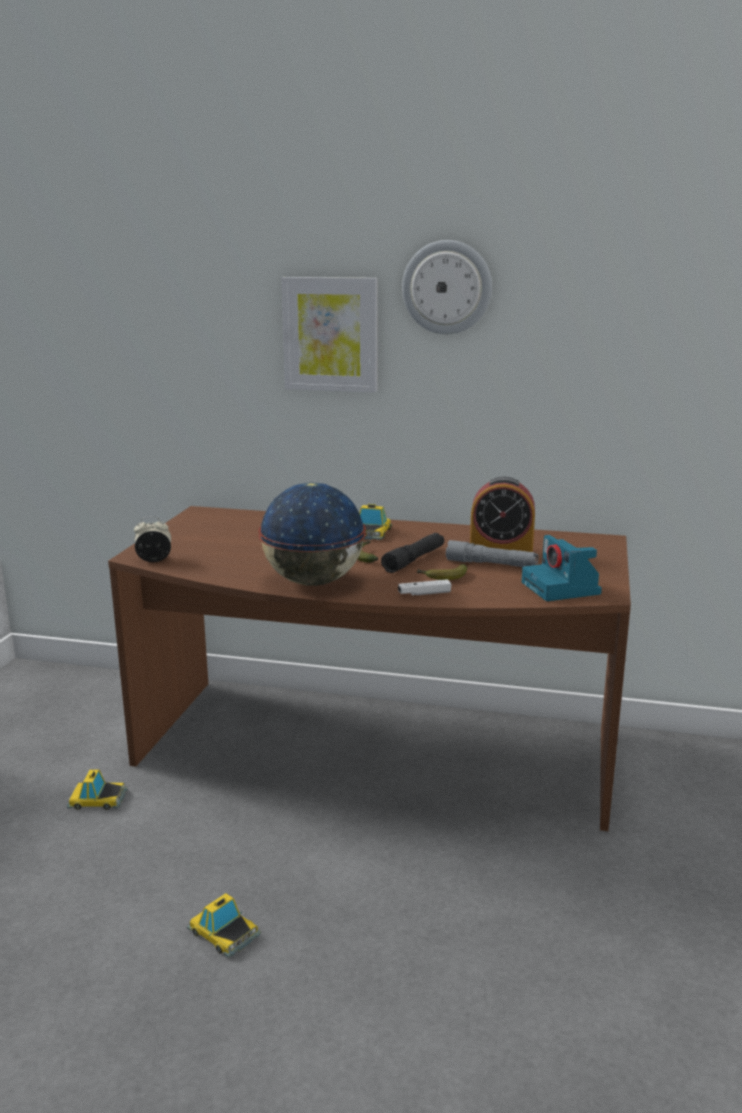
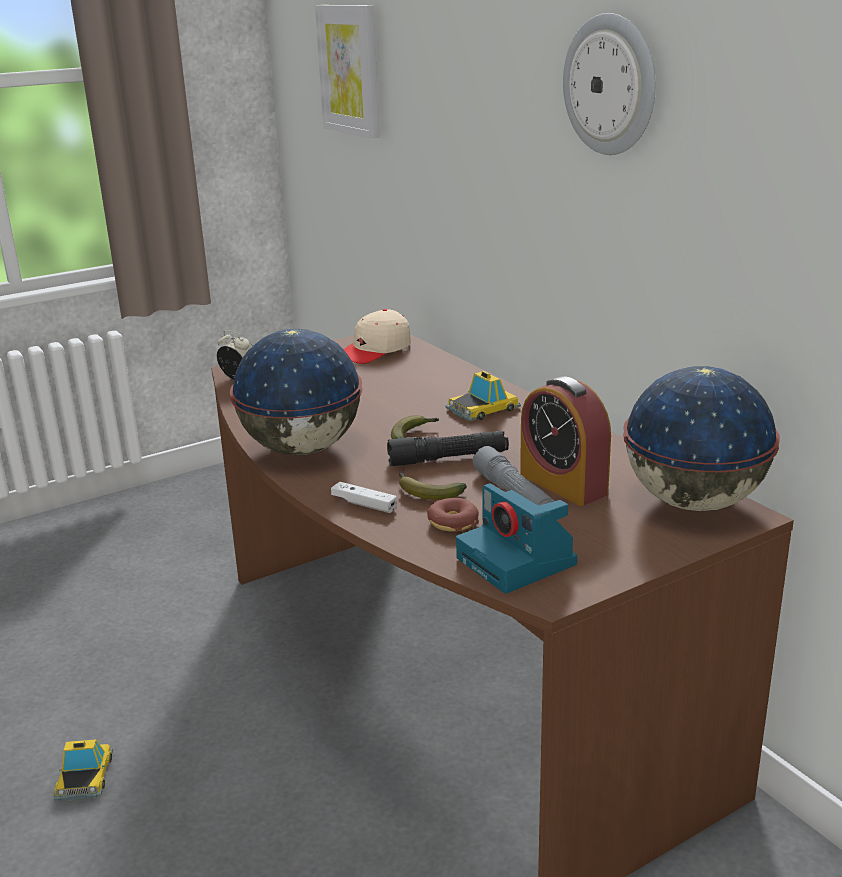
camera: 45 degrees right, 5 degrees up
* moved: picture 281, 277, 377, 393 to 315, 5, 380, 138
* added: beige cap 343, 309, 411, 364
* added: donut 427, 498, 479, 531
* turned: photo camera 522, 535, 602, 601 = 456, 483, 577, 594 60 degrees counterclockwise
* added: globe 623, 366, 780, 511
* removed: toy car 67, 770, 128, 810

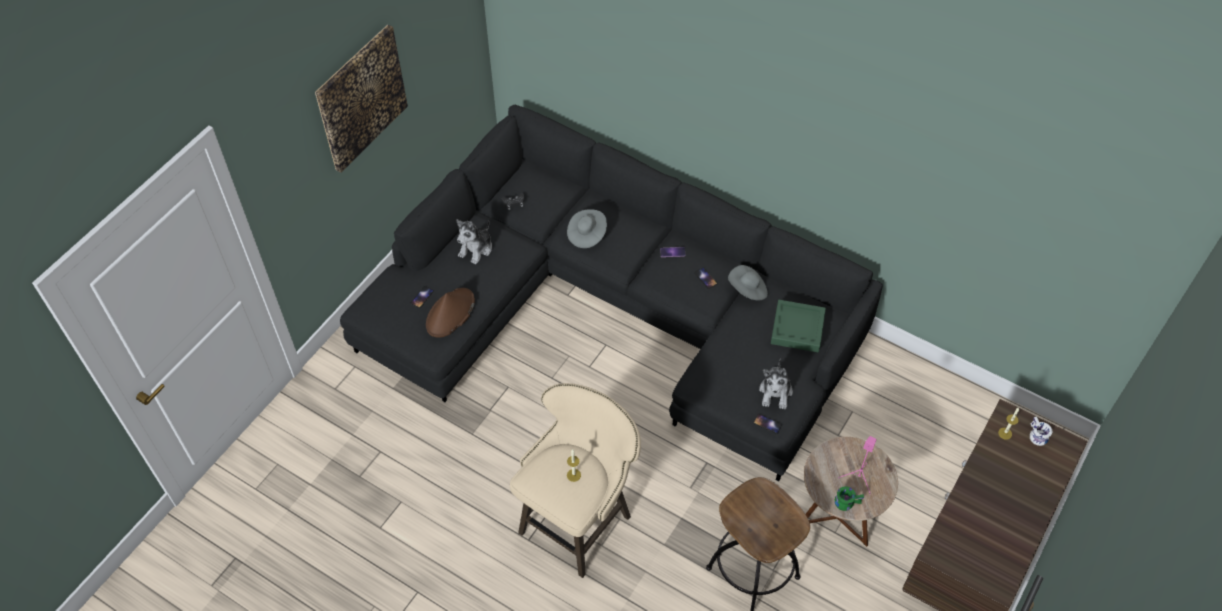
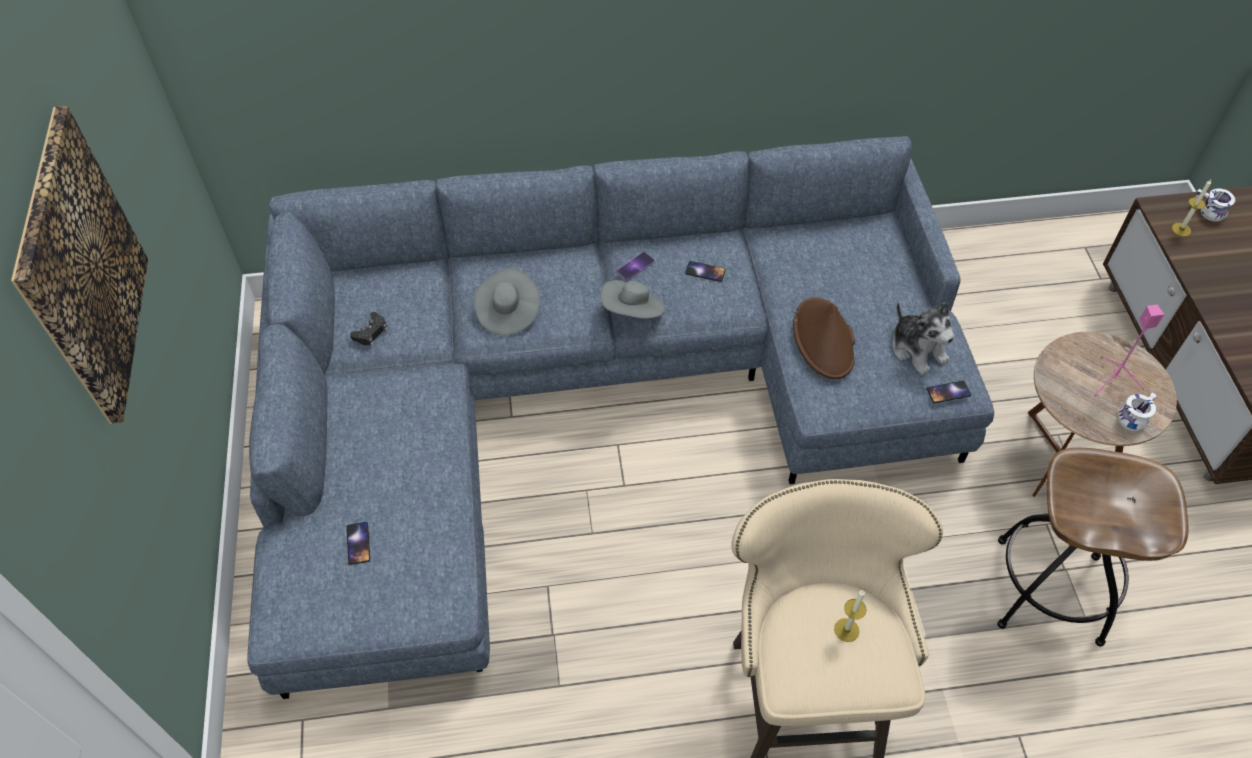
camera: 40 degrees left, 0 degrees up
* recoloured: black sofa 340, 105, 883, 481 to blue sofa 247, 136, 994, 699
* moved: grey hat 728, 265, 768, 300 to 601, 280, 665, 319
* moved: brown hat 426, 288, 475, 337 to 793, 297, 855, 379
* recoloured: green mug 835, 486, 864, 511 to white mug 1118, 393, 1157, 431
* removed: plush toy 456, 220, 492, 264
* removed: green tray 771, 300, 826, 352

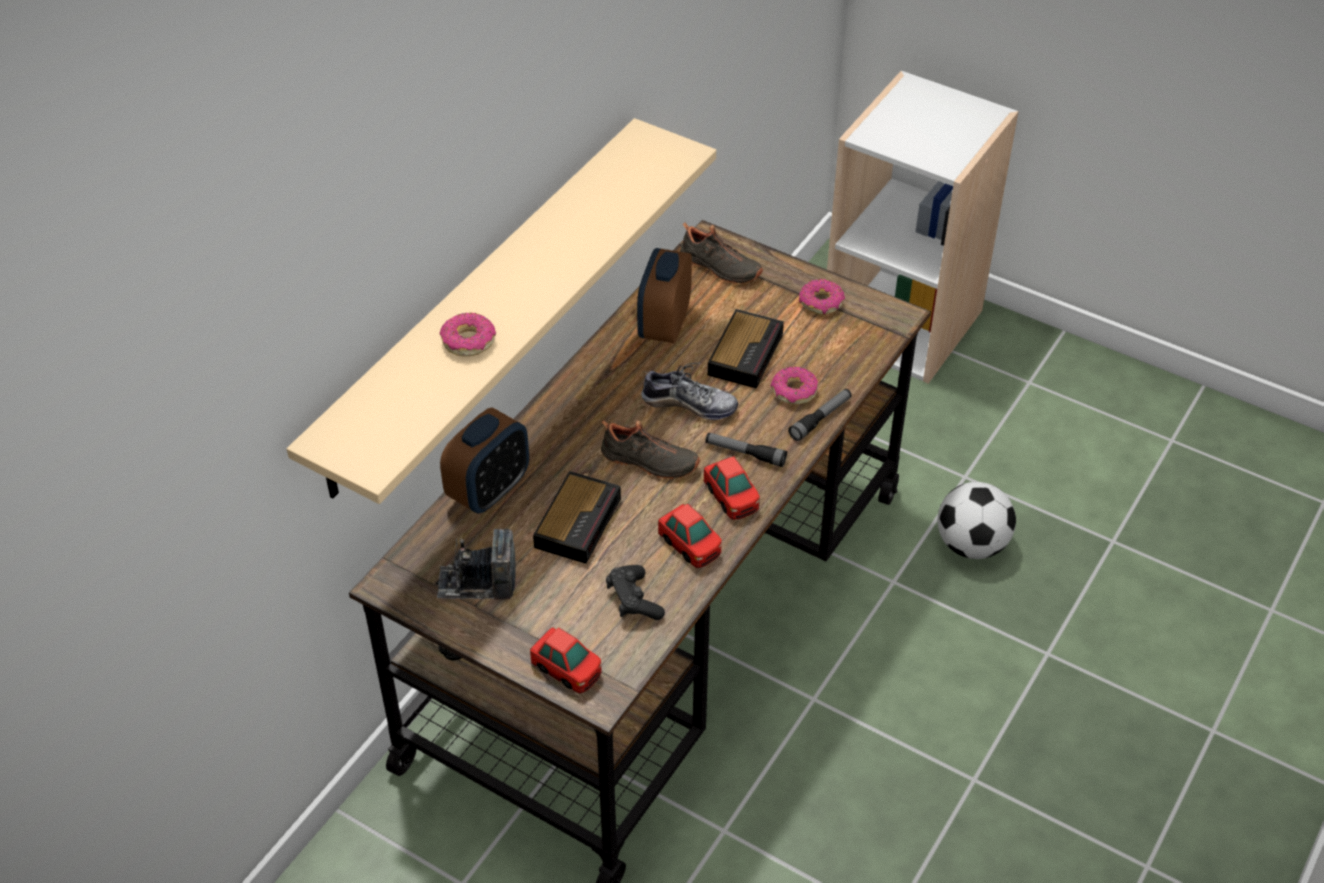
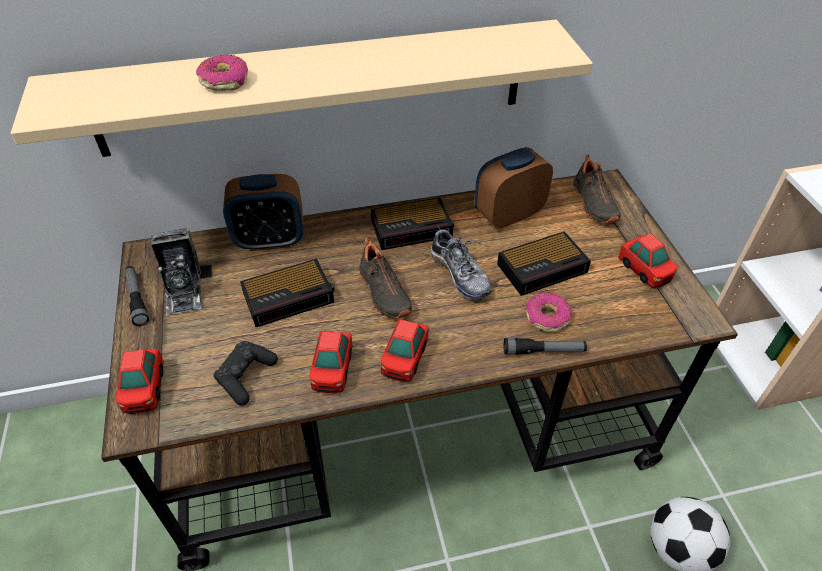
camera: 45 degrees right, 0 degrees up
* moved: flashlight 705, 433, 787, 467 to 125, 266, 149, 326
* turned: photo camera 437, 529, 516, 600 = 151, 228, 202, 315 150 degrees counterclockwise
* added: alarm clock 371, 197, 454, 250
* replaced: donut 799, 279, 845, 314 to toy car 618, 234, 678, 288

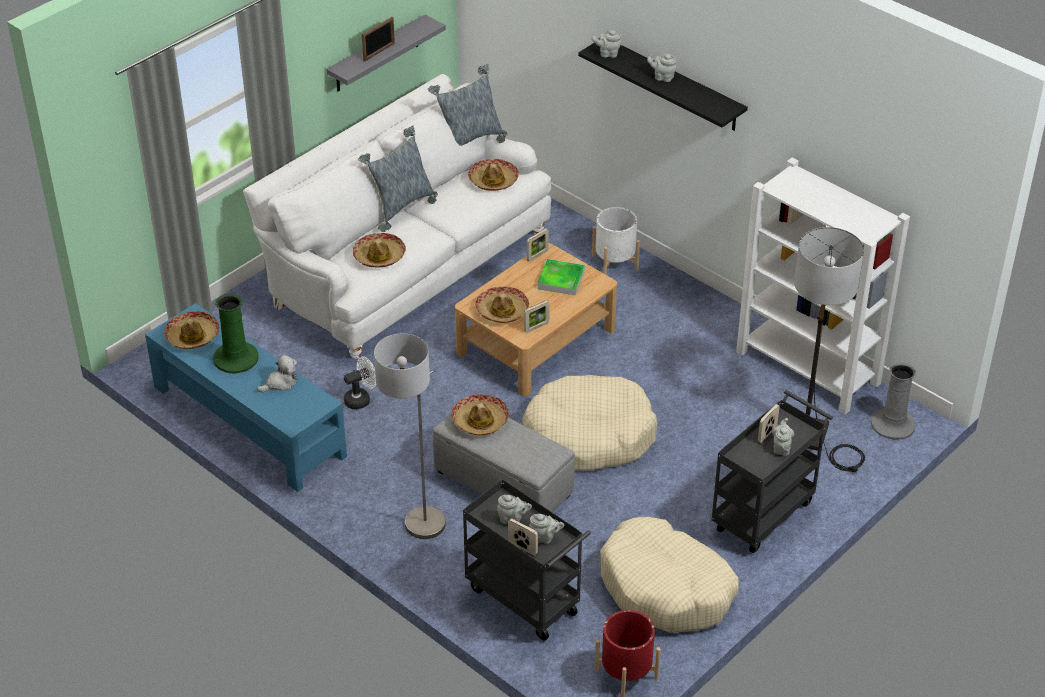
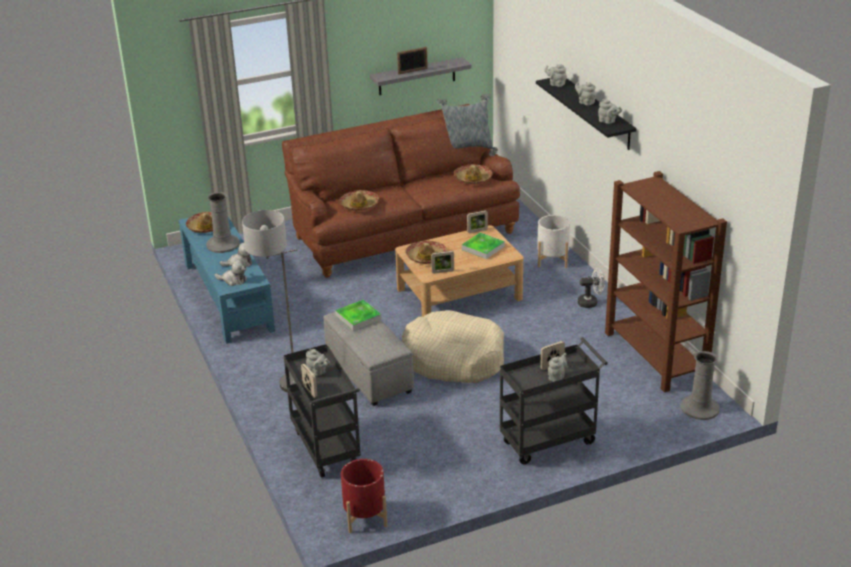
camera: 25 degrees right, 10 degrees down
* recoloured: green vase 213, 294, 259, 374 to grey vase 206, 192, 240, 253
* added: plush toy 215, 260, 247, 286
* recoloured: white sofa 243, 74, 551, 359 to brown sofa 282, 104, 520, 278
* replaced: hat 451, 394, 509, 436 to tray 335, 300, 382, 331
* moved: white fan 344, 357, 376, 409 to 578, 268, 605, 308
* moved: grey teapot 529, 514, 564, 544 to 598, 99, 622, 124
* recoloured: white bookcase 736, 158, 910, 414 to brown bookcase 605, 171, 727, 392
* removed: pillow 358, 125, 438, 232
* removed: beige dog bed 600, 517, 739, 633
* removed: floor lamp 794, 227, 865, 474

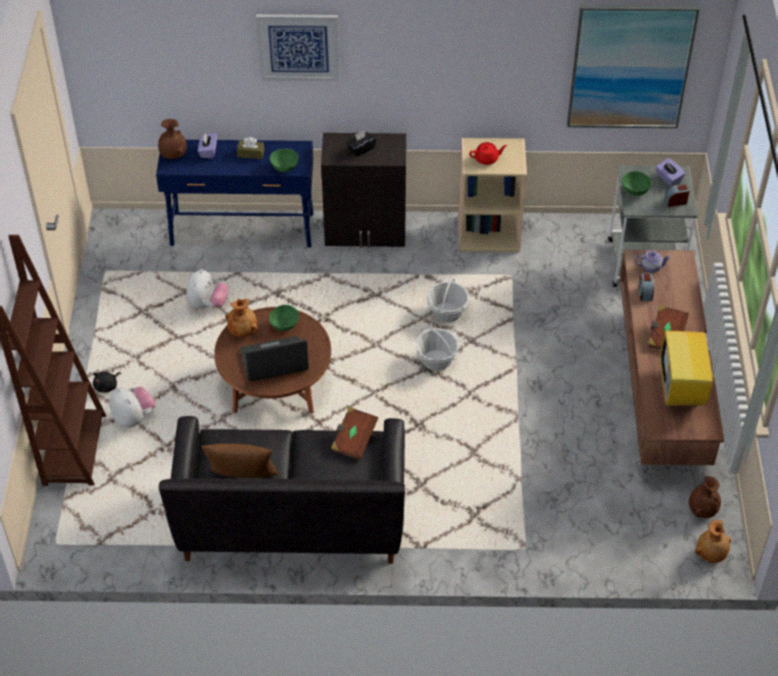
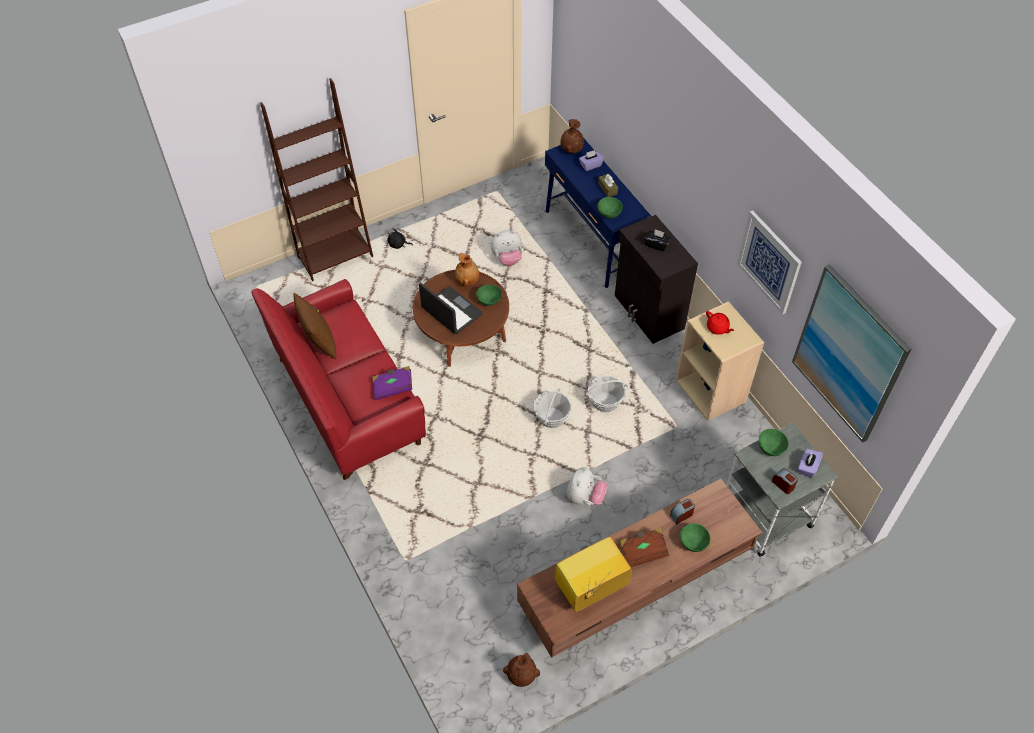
camera: 60 degrees right, 5 degrees up
* recoloured: black sofa 159, 416, 405, 564 to red sofa 251, 279, 426, 480
* recoloured: brown book 331, 407, 378, 460 to purple book 372, 366, 412, 400
* moved: plush toy 109, 387, 156, 428 to 567, 467, 607, 505
* added: green bowl 680, 523, 710, 552
* moved: picture 256, 14, 340, 81 to 737, 211, 802, 315
* removed: teapot 634, 251, 671, 273
* removed: brown vase 695, 520, 731, 563

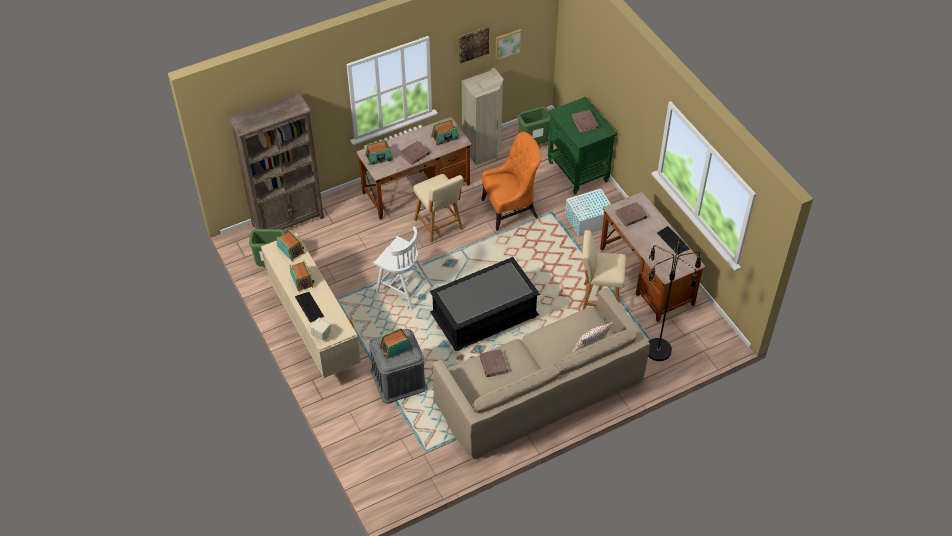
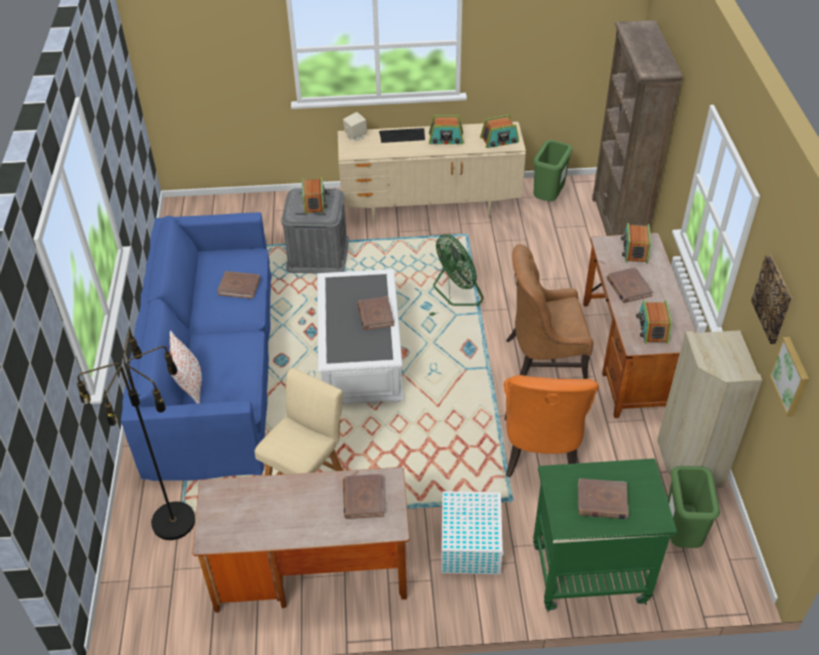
camera: 115 degrees right, 5 degrees down
* recoloured: beige sofa 432, 288, 650, 460 to blue sofa 121, 212, 272, 481
* recoloured: black coffee table 429, 257, 540, 351 to white coffee table 317, 269, 404, 404
* added: brown book 357, 296, 394, 330
* replaced: white chair 373, 226, 433, 310 to green fan 429, 234, 483, 316
* replaced: beige stool 413, 174, 464, 243 to brown chair 506, 244, 593, 379
* removed: keyboard 657, 226, 689, 255

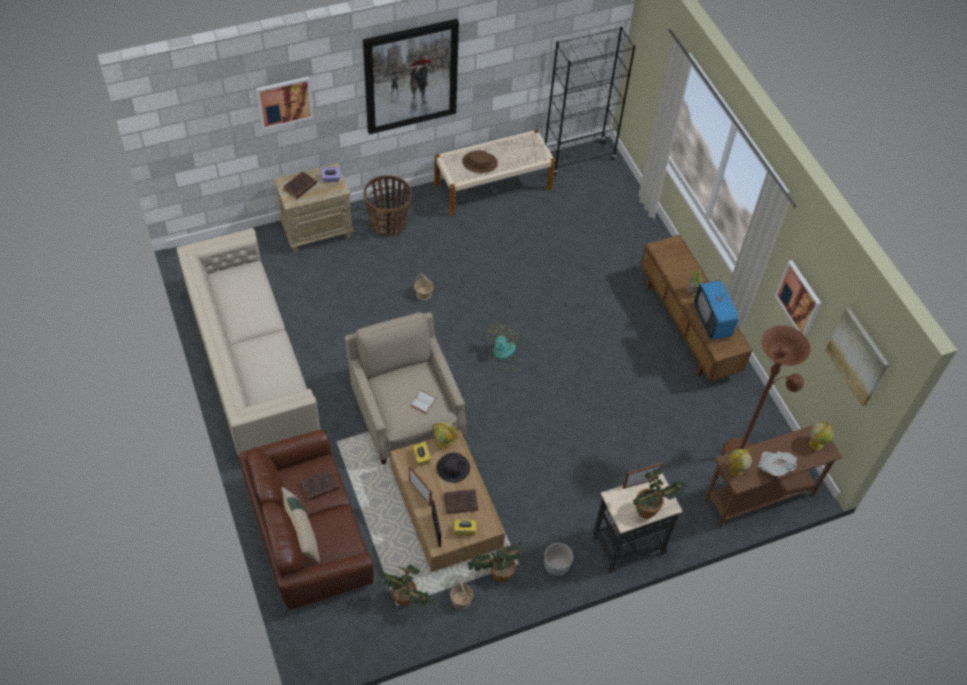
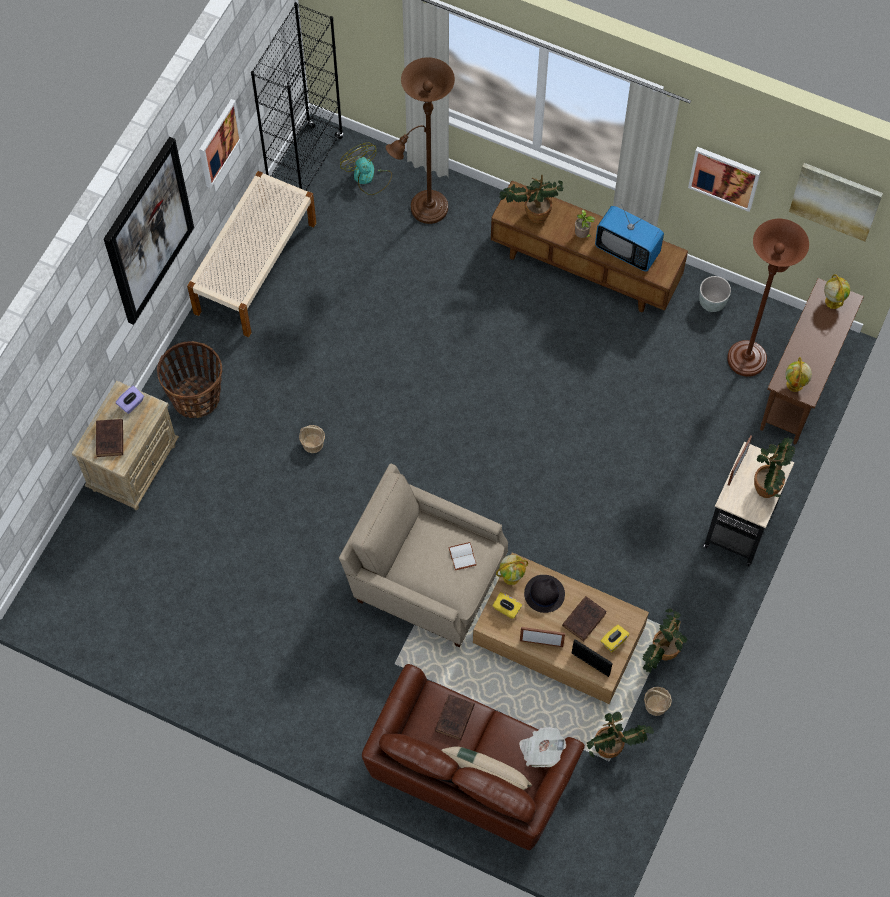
camera: 40 degrees left, 10 degrees up
* moved: picture 256, 76, 314, 130 to 199, 99, 242, 188
* moved: fan 486, 324, 522, 371 to 340, 143, 392, 195
* added: brown floor lamp 386, 57, 455, 224
* added: potted plant 499, 175, 564, 224
* moved: newspaper 757, 451, 797, 476 to 519, 726, 566, 767
* moved: grey planter 544, 543, 573, 576 to 699, 276, 731, 312
* removed: beige sofa 176, 228, 320, 457
* removed: brown hat 462, 150, 498, 173

